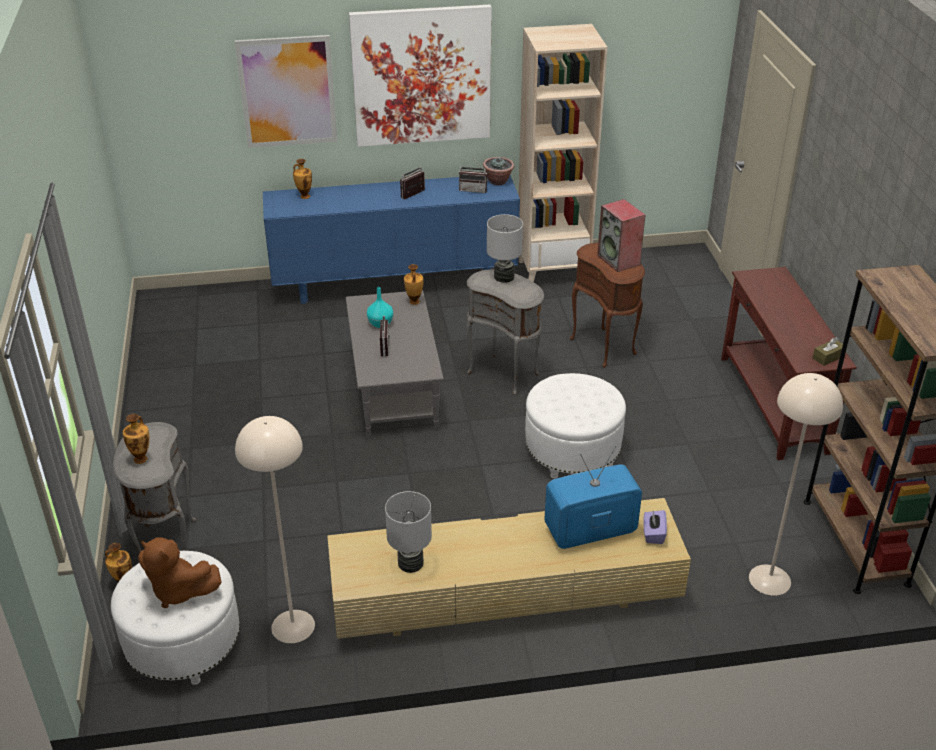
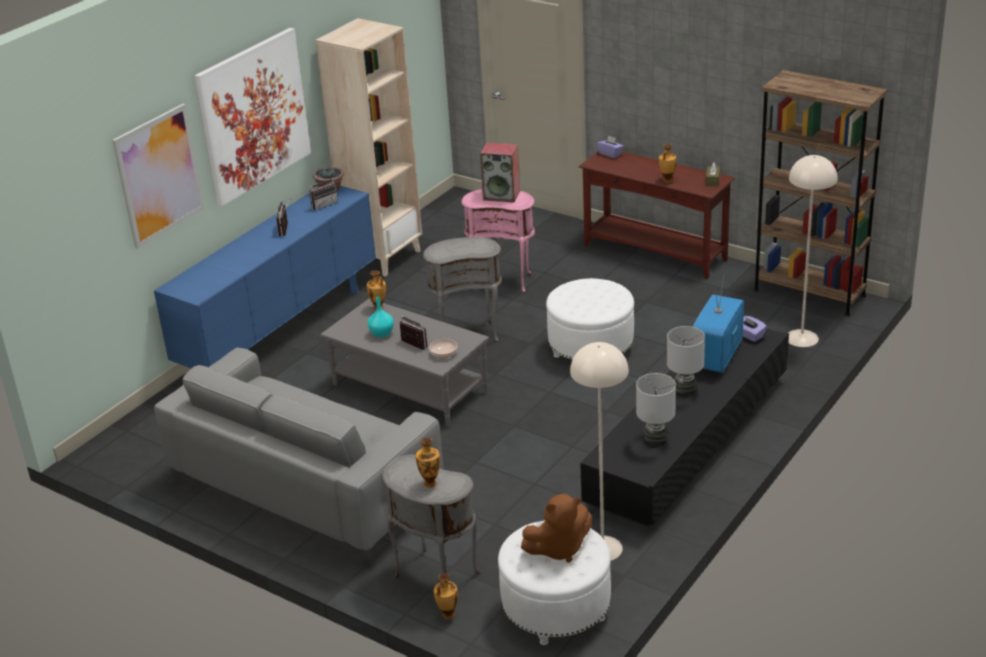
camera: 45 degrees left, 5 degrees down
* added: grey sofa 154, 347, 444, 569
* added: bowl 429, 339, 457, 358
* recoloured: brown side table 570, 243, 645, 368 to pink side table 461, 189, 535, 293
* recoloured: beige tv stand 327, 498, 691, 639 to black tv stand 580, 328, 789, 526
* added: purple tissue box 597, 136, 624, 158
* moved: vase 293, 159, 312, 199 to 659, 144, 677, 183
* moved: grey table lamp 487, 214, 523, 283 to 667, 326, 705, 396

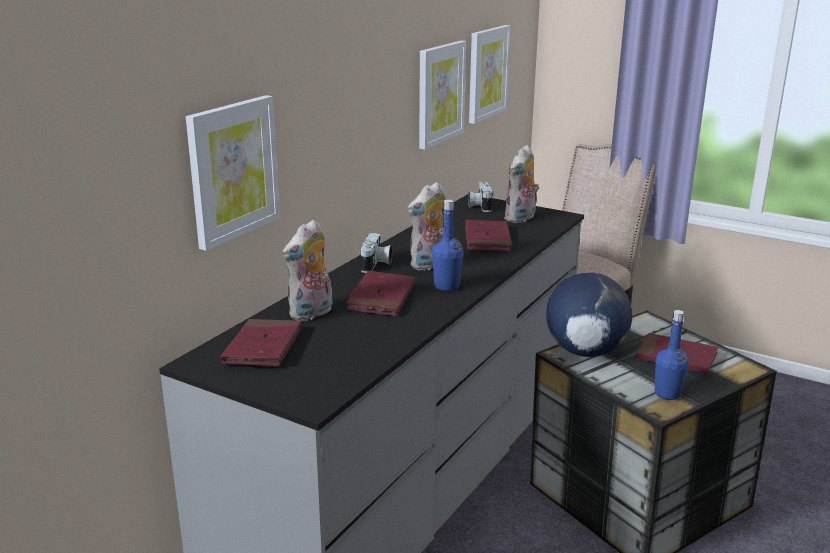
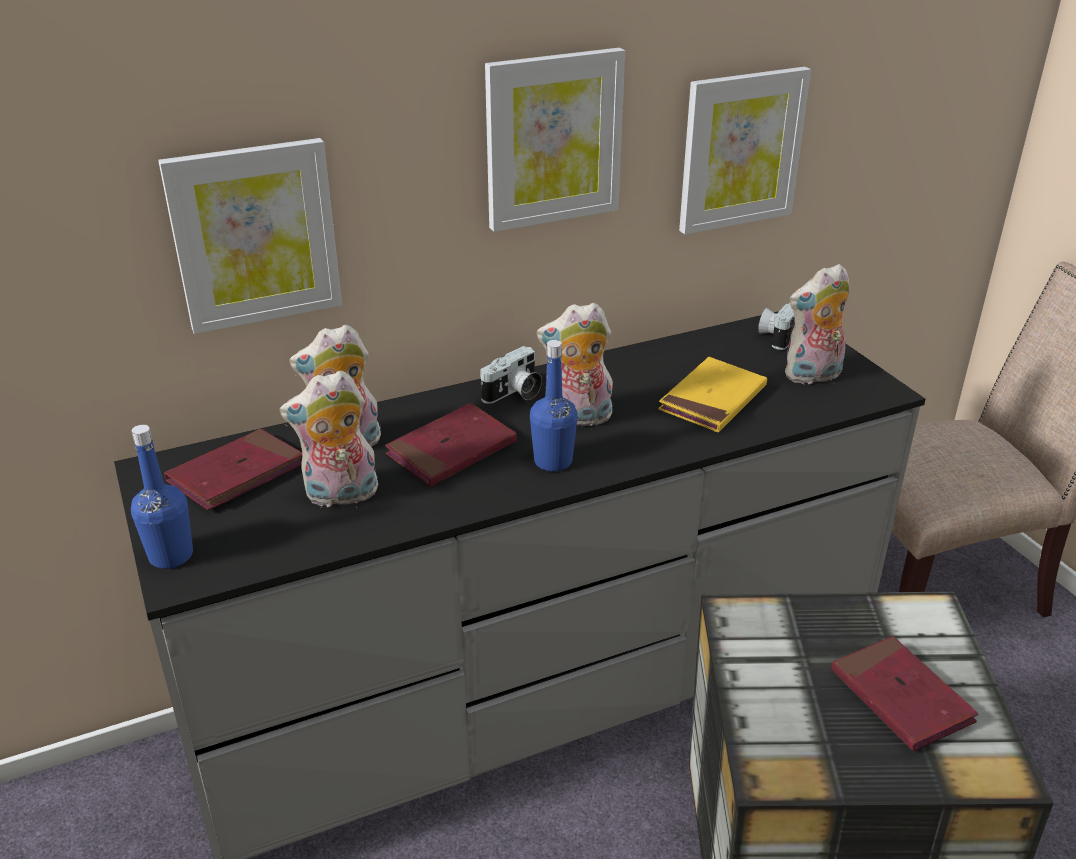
camera: 35 degrees right, 10 degrees up
* moved: blue bottle 655, 310, 689, 400 to 131, 425, 193, 569
* added: plush toy 279, 370, 378, 507
* moved: picture 469, 25, 511, 124 to 485, 48, 625, 232
* recoloured: red book 465, 220, 513, 252 to yellow book 658, 357, 767, 432
* removed: globe 546, 272, 632, 357

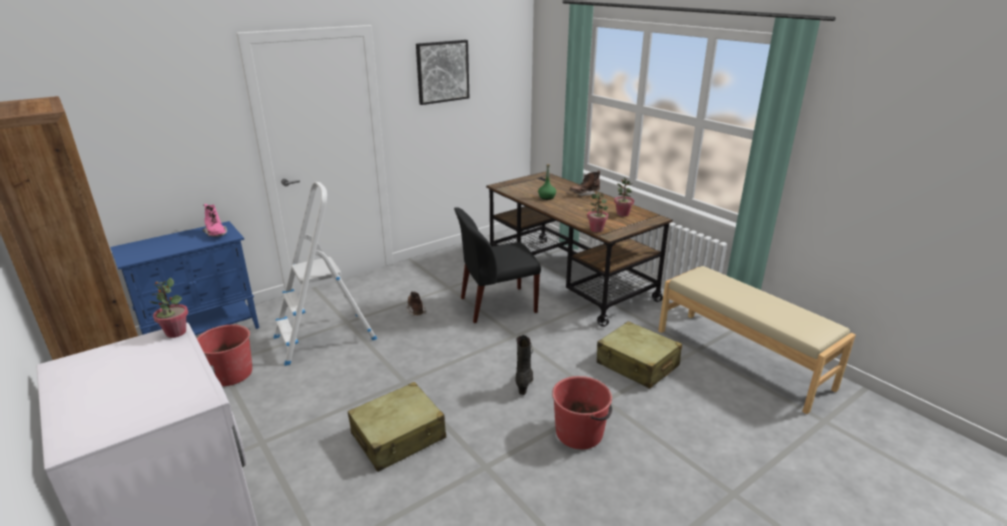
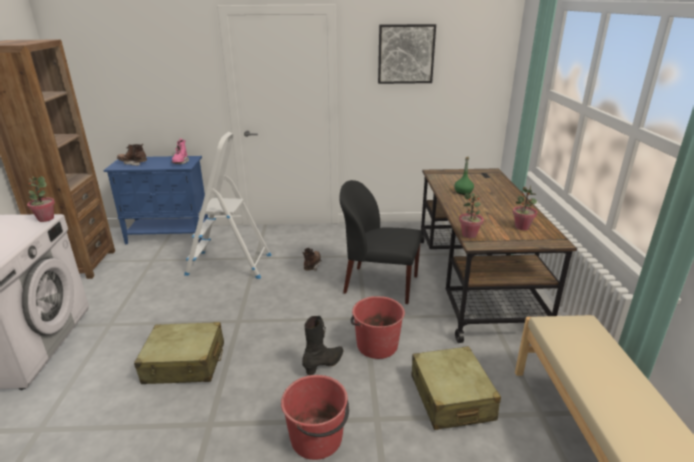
camera: 35 degrees right, 0 degrees up
* moved: brown boot 569, 170, 600, 196 to 117, 144, 147, 166
* moved: red bucket 197, 325, 252, 386 to 351, 296, 405, 359

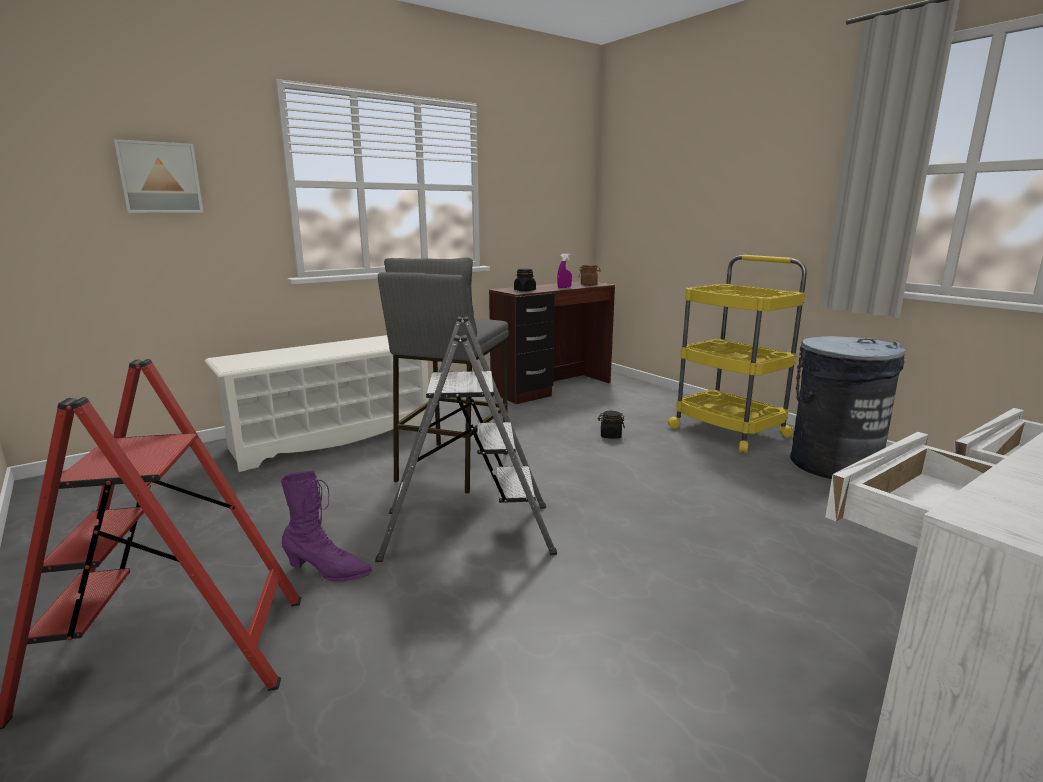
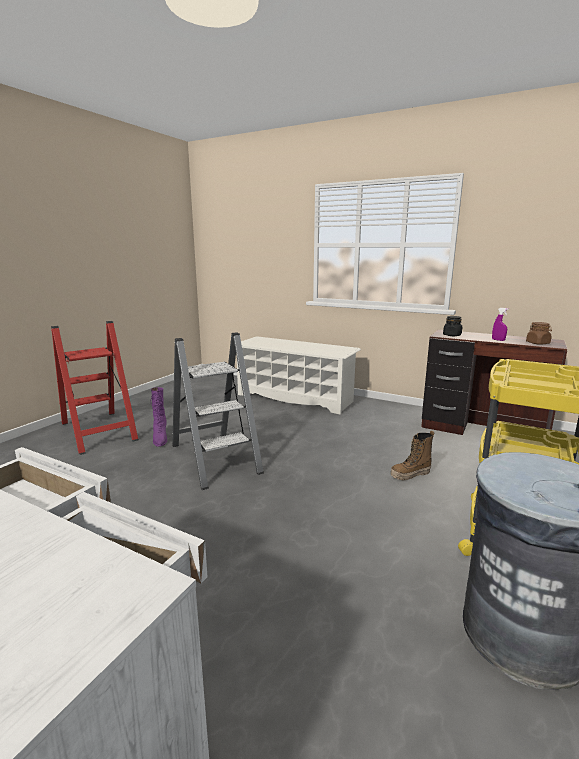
camera: 65 degrees right, 0 degrees up
* replaced: black jar 598, 411, 625, 439 to boot 391, 431, 434, 480
* removed: picture 114, 139, 204, 213
* removed: grey stool 378, 257, 509, 494

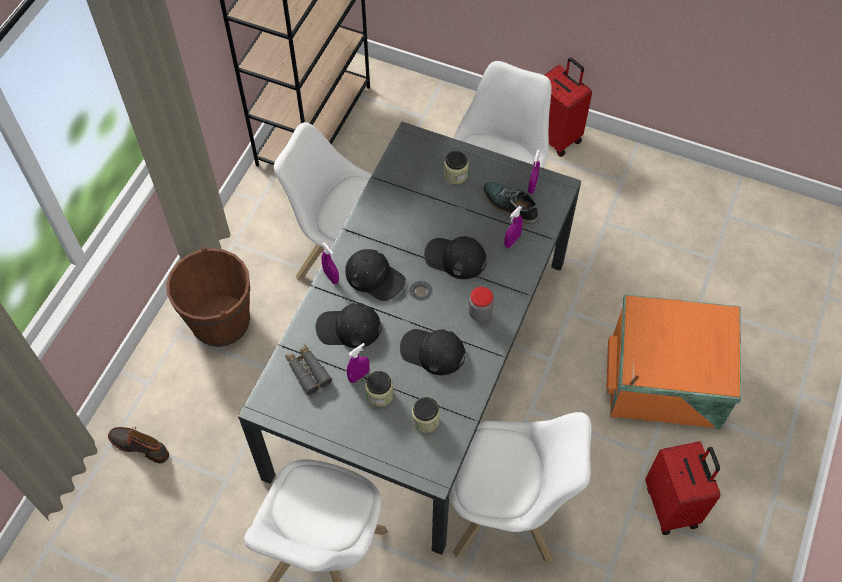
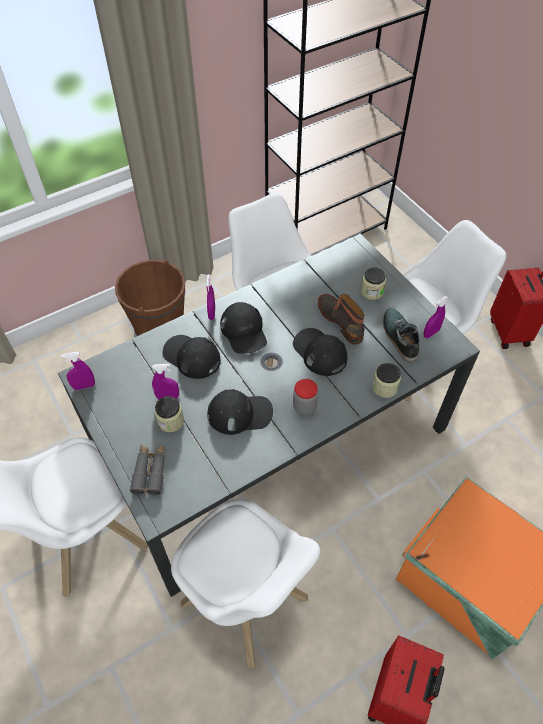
camera: 35 degrees right, 5 degrees down
* moved: purple spray bottle 504, 206, 523, 248 to 60, 352, 95, 390
* moved: grey binoculars 285, 344, 332, 395 to 130, 445, 165, 495
* turned: black cap 400, 329, 465, 375 = 207, 389, 273, 435 120 degrees clockwise
* moved: boot 108, 427, 169, 463 to 318, 294, 365, 345
* moved: jar 412, 397, 440, 433 to 372, 363, 401, 398

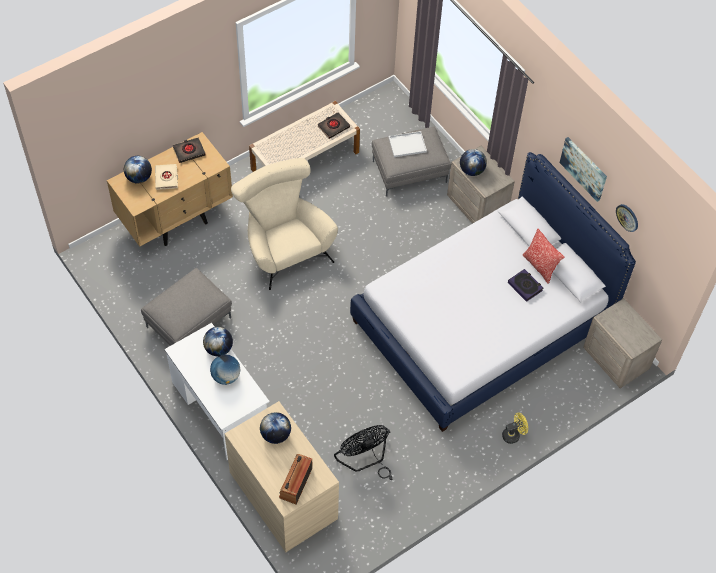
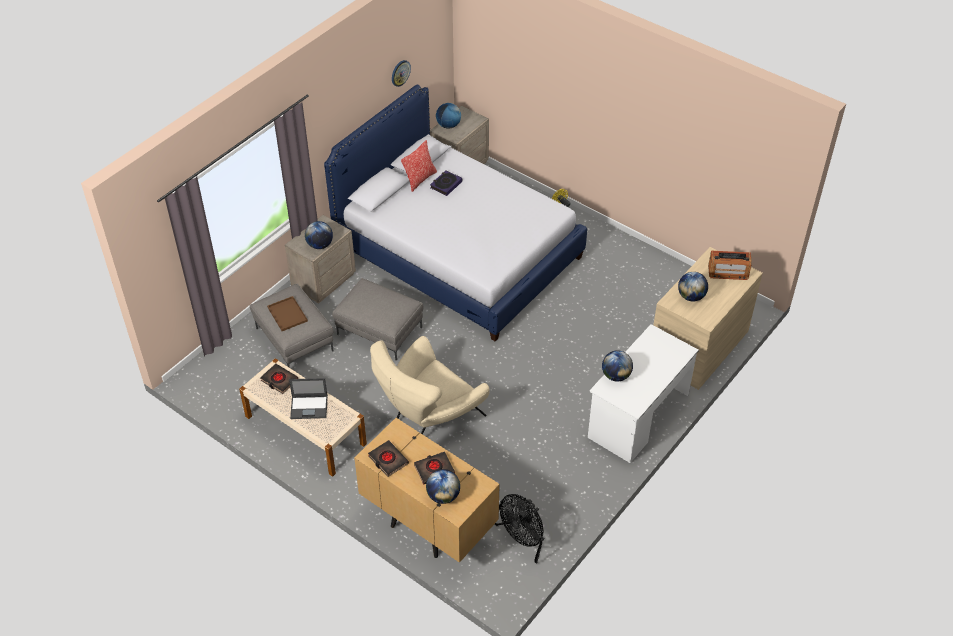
camera: 105 degrees left, 10 degrees down
* recoloured: white tray 389, 131, 427, 157 to brown tray 267, 296, 308, 331
* added: laptop 289, 378, 328, 419
* moved: grey ottoman 141, 268, 232, 346 to 332, 278, 424, 360
* recoloured: beige book 155, 164, 178, 190 to black book 414, 451, 455, 485
* moved: globe 210, 354, 240, 385 to 436, 103, 461, 129
* moved: black fan 334, 425, 392, 480 to 495, 494, 544, 563
* removed: picture 560, 137, 607, 202

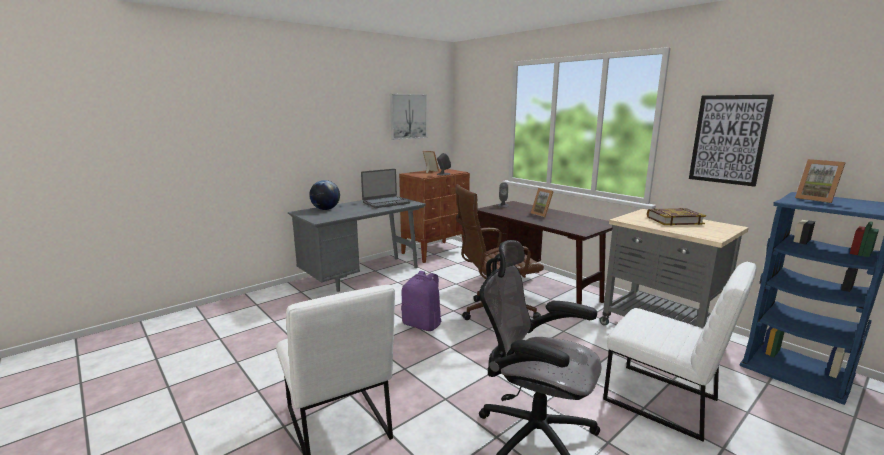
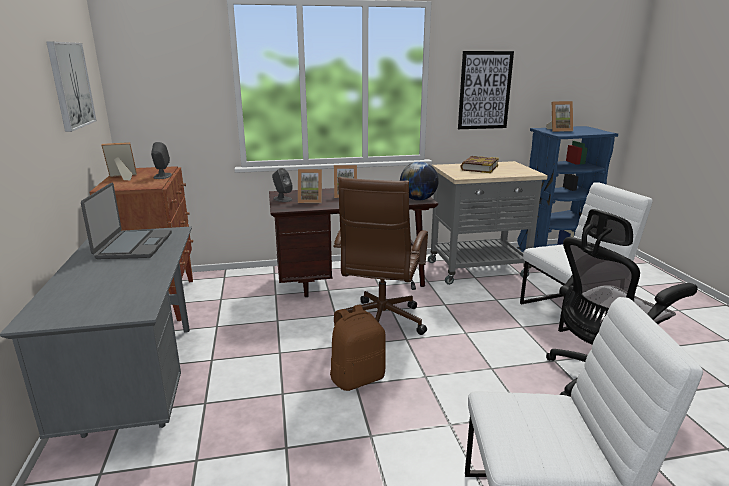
camera: 60 degrees left, 5 degrees up
* added: picture frame 298, 169, 322, 203
* recoloured: purple backpack 401, 271, 441, 331 to brown backpack 330, 305, 386, 391
* moved: globe 309, 180, 340, 210 to 400, 162, 439, 201

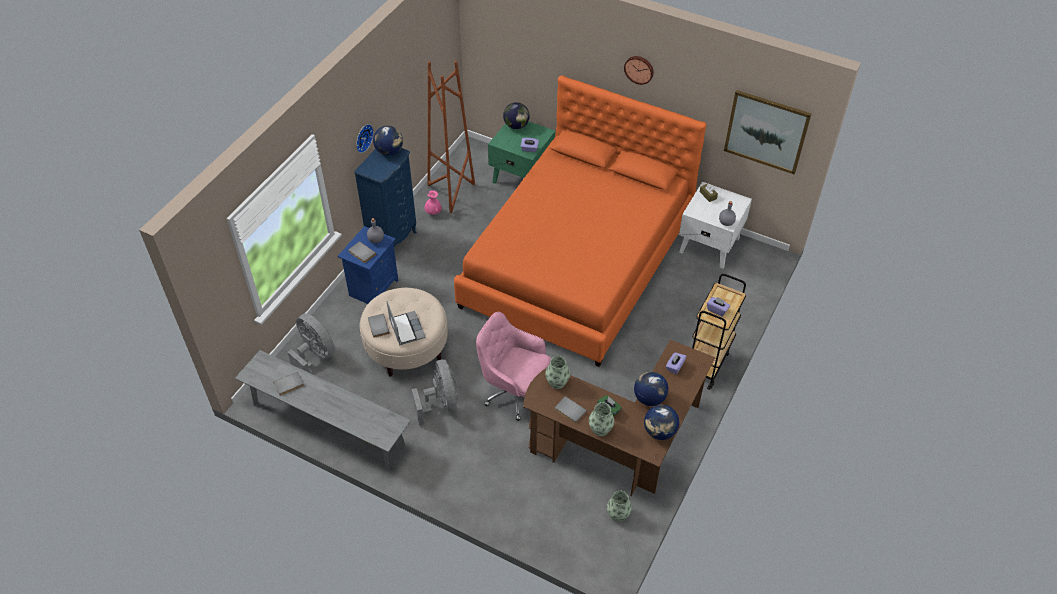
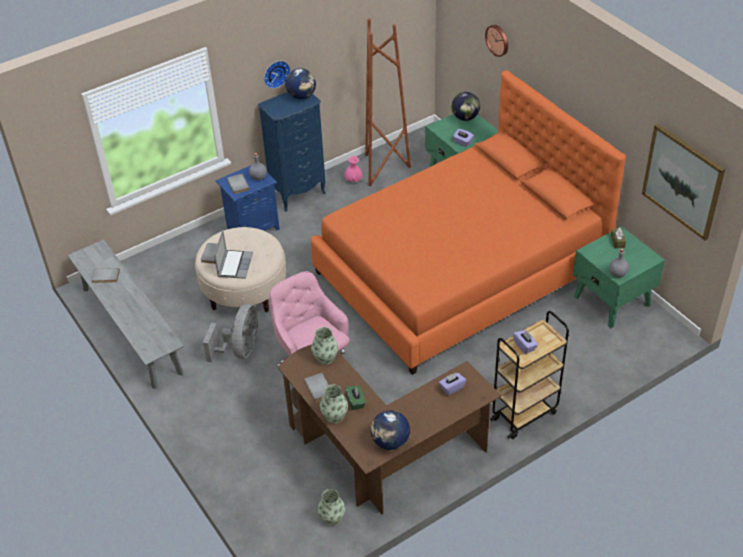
camera: 30 degrees right, 5 degrees down
* moved: wall clock 624, 56, 654, 85 to 485, 25, 508, 57
* recoloured: white nightstand 679, 182, 752, 269 to green nightstand 573, 226, 665, 328
* removed: grey fan 288, 313, 335, 373
* removed: globe 634, 372, 669, 406

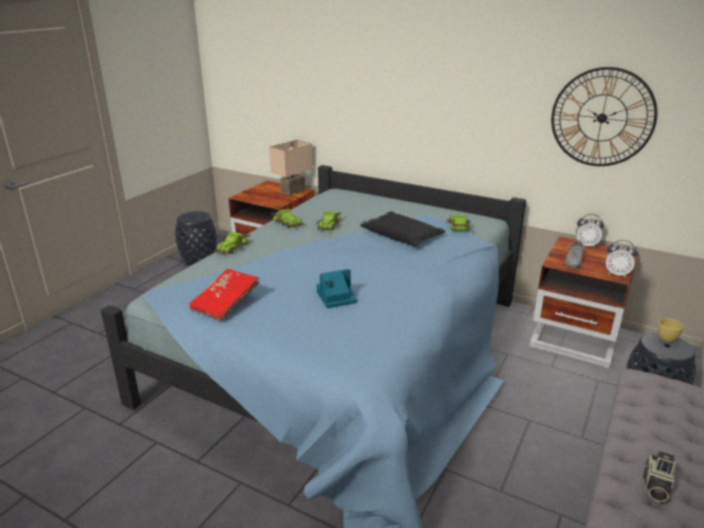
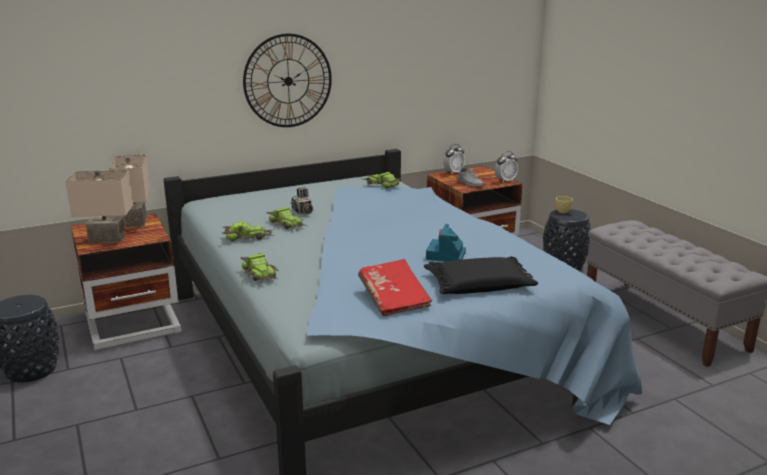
camera: 55 degrees left, 5 degrees down
* added: beige table lamp 65, 170, 133, 243
* moved: wall clock 551, 67, 657, 166 to 243, 34, 332, 127
* moved: photo camera 643, 451, 675, 502 to 290, 187, 313, 215
* moved: black pillow 360, 211, 445, 246 to 423, 256, 538, 294

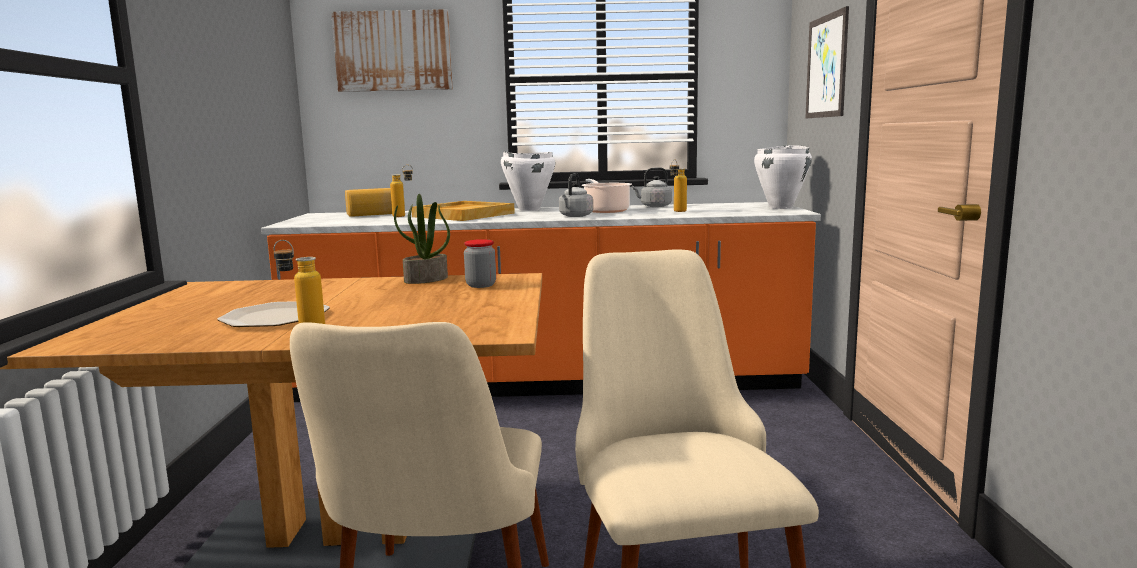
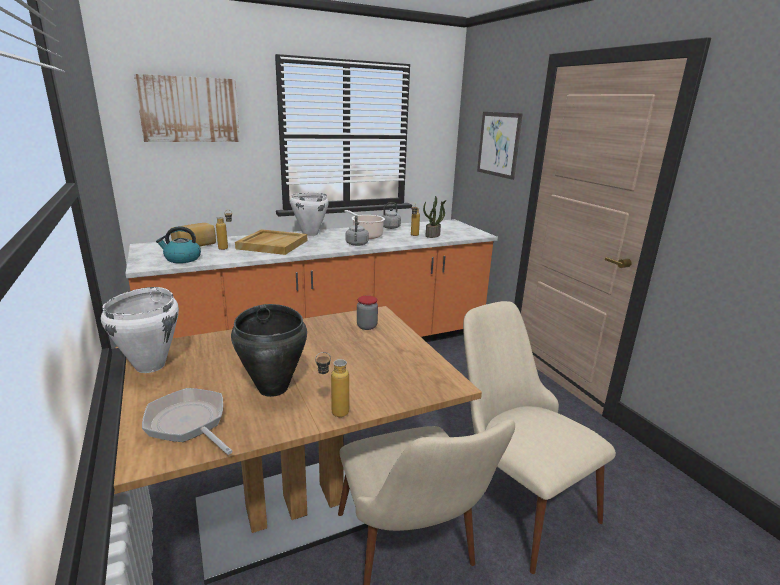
camera: 25 degrees left, 10 degrees up
* moved: white cooking pot 754, 145, 812, 209 to 101, 287, 179, 373
* added: frying pan 142, 388, 233, 455
* added: kettle 156, 226, 201, 263
* replaced: plate 217, 301, 330, 327 to black cooking pot 231, 304, 307, 397
* moved: potted plant 394, 194, 450, 284 to 423, 196, 446, 238

